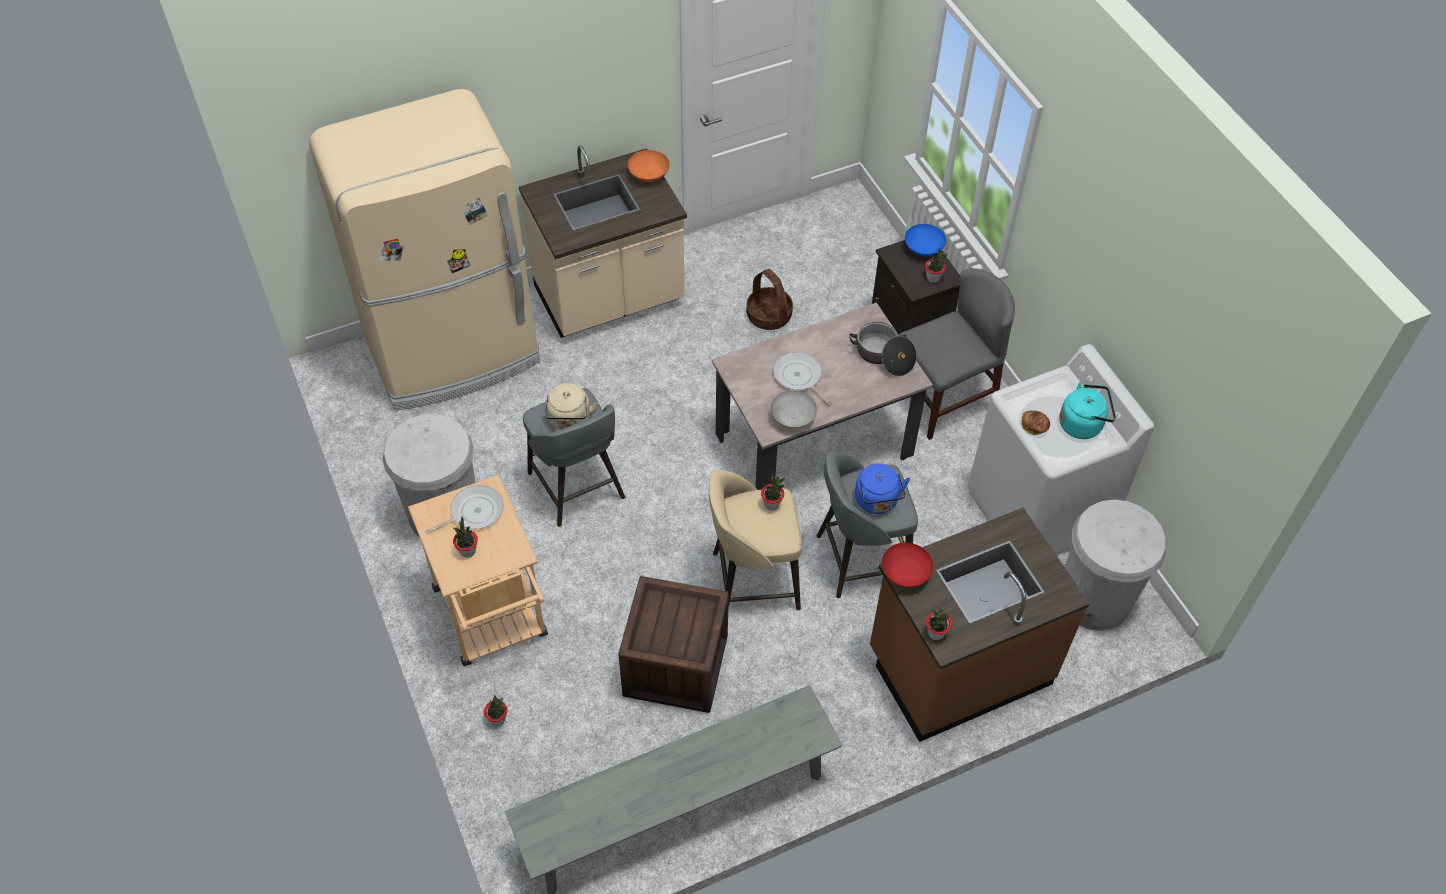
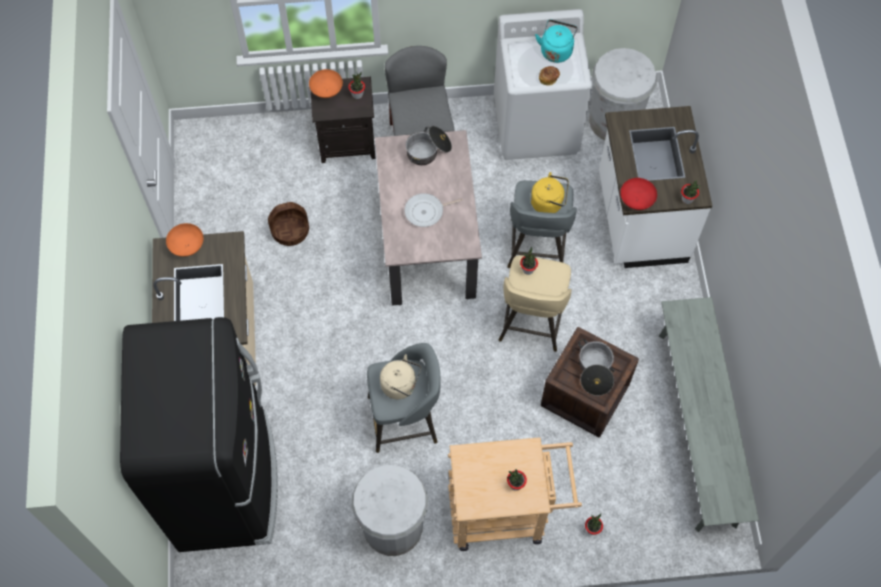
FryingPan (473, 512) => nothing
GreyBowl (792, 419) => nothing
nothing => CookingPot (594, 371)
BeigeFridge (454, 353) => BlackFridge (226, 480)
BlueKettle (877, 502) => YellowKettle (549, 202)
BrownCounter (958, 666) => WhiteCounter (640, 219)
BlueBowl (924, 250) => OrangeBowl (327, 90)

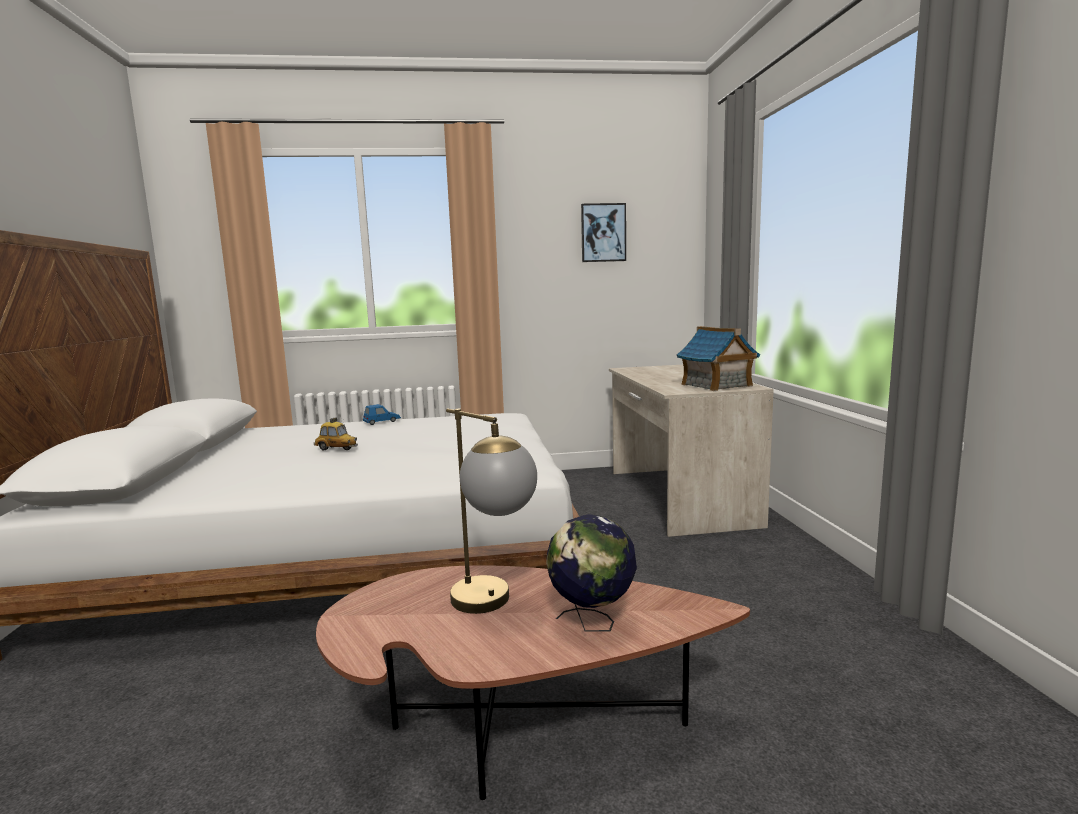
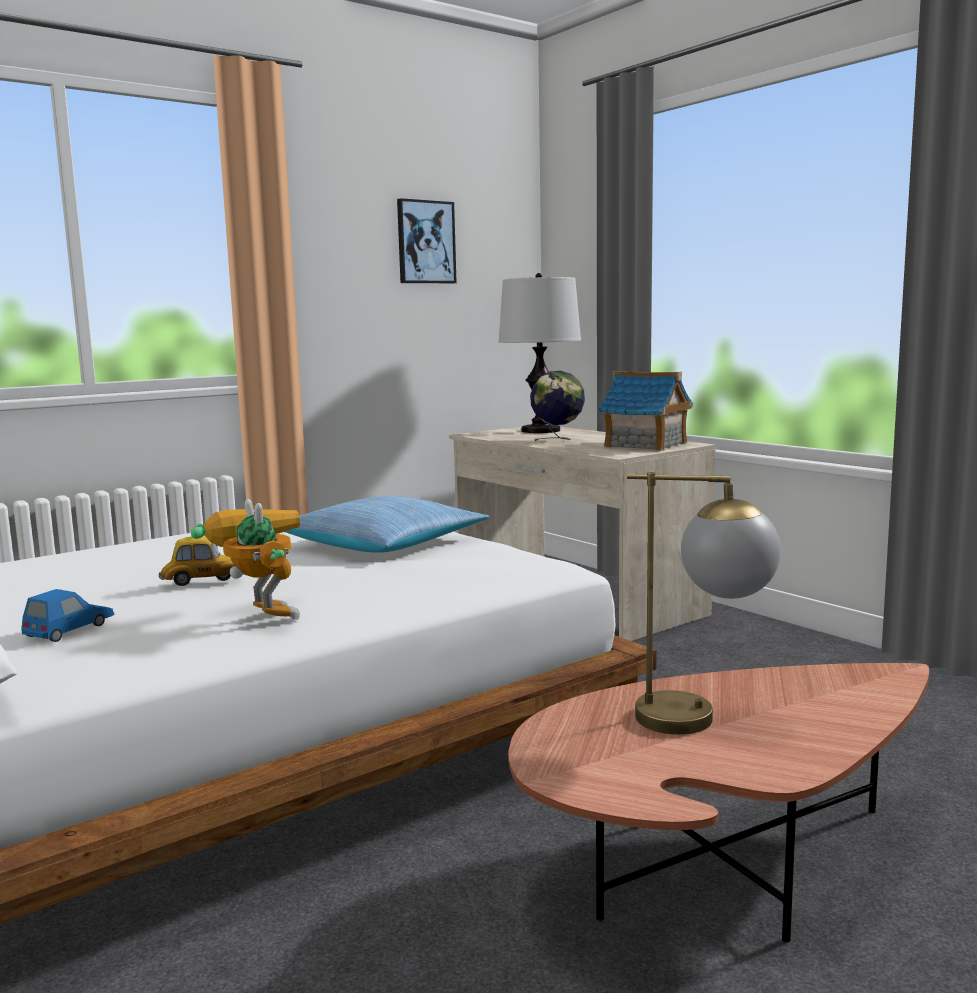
nothing => ToyRobot (259, 613)
nothing => Pillow (384, 543)
nothing => TableLamp (540, 430)
BlueToyCar (382, 421) => BlueToyCar (69, 630), relocated
Globe (592, 624) => Globe (558, 439), relocated

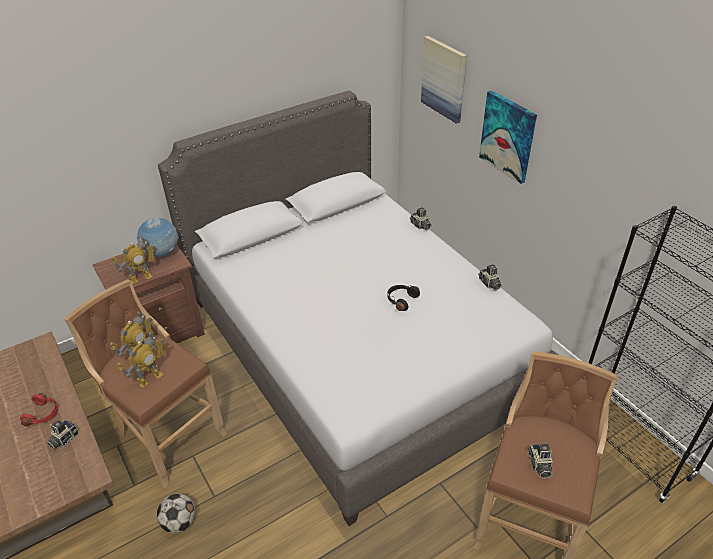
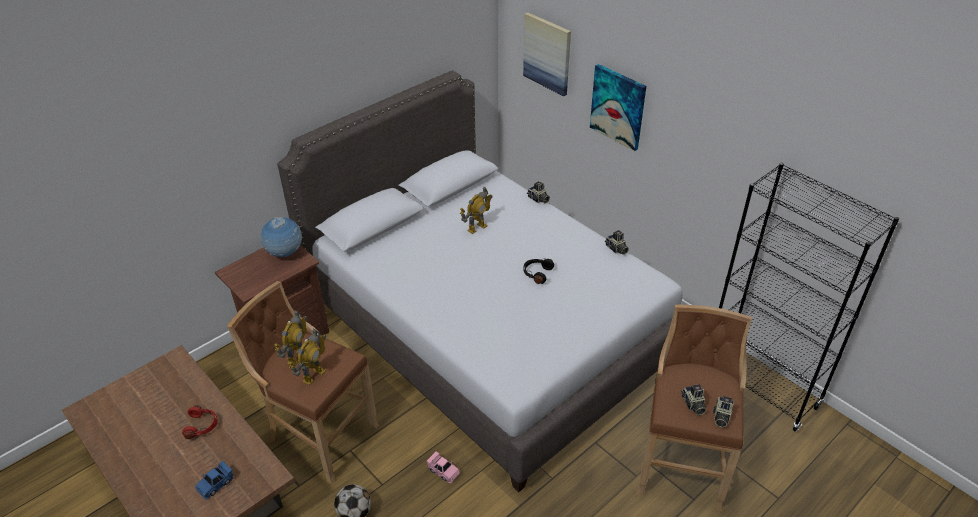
nothing => BlueToyCar (216, 484)
nothing => PinkToyCar (443, 471)
PhotoCamera (63, 439) => PhotoCamera (721, 416), relocated
ToyRobot (141, 278) => ToyRobot (477, 228), relocated

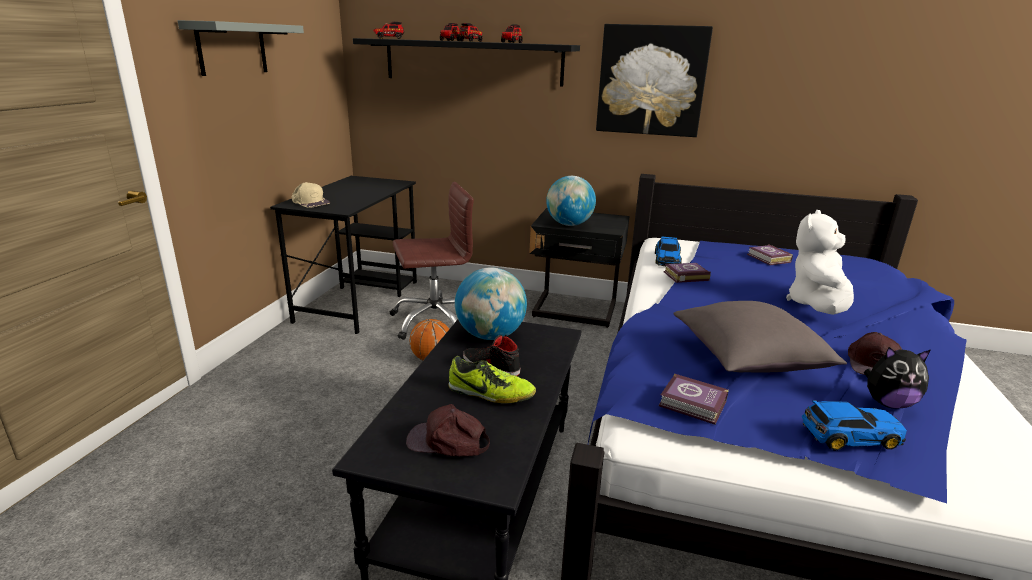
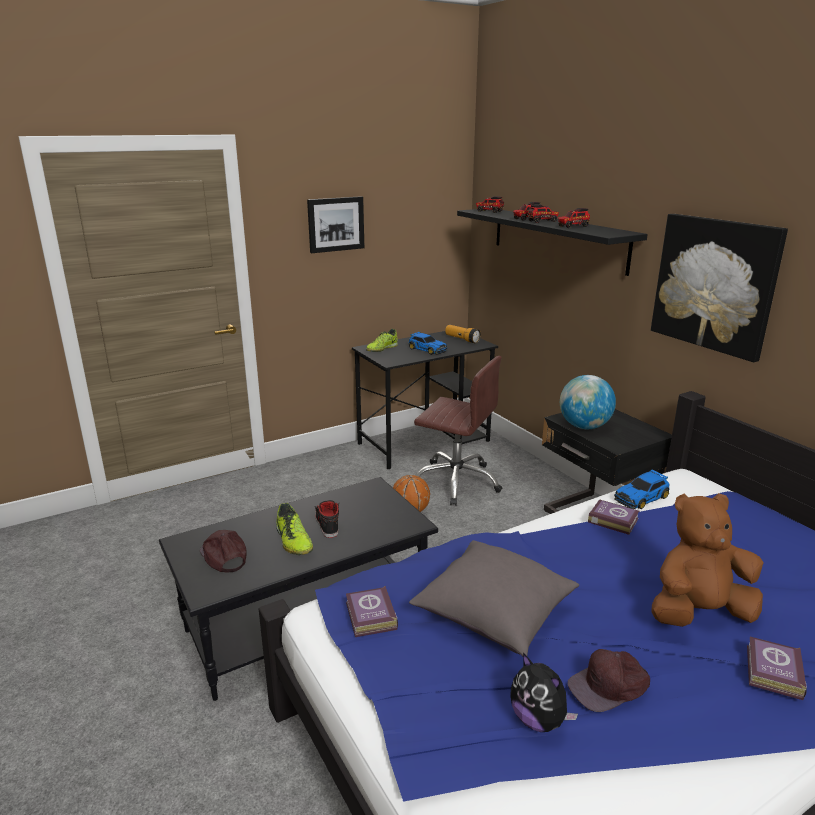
Globe (490, 336) => nothing
nothing => Flashlight (462, 339)
Book (768, 258) => Book (772, 672), relocated
ToyCar (848, 435) => ToyCar (427, 349), relocated
GreyShelf (232, 48) => Picture (335, 224)
BeigeCap (310, 202) => Shoe (381, 349)
WhitePlushToy (817, 306) => BrownPlushToy (698, 613)

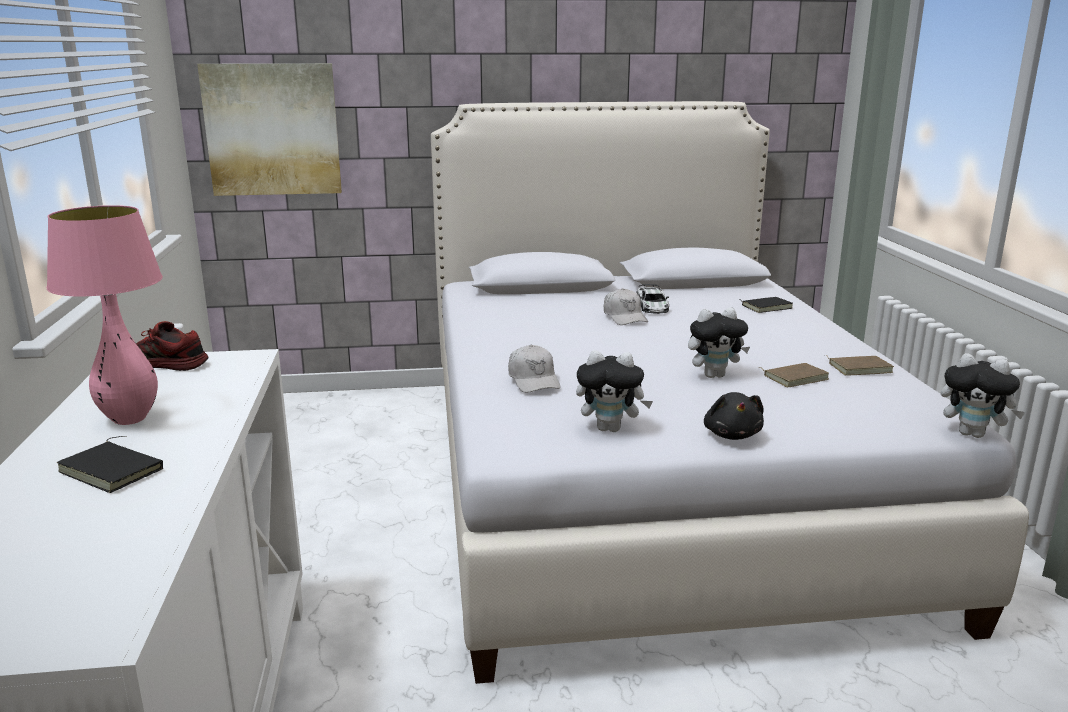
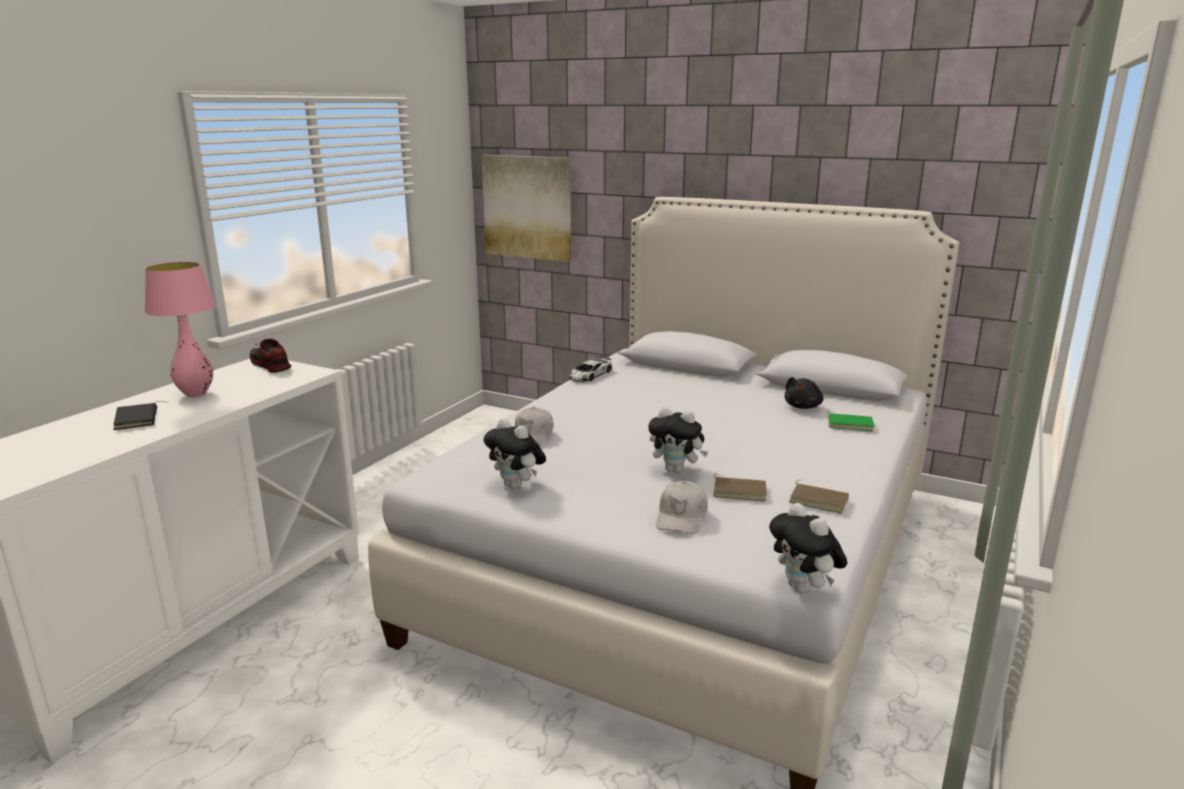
WhiteCap (624, 317) => WhiteCap (681, 517), relocated
ToyCar (652, 306) => ToyCar (590, 375), relocated
BlackPlushToy (732, 434) => BlackPlushToy (803, 406), relocated
BlackBook (766, 307) => GreenBook (850, 424)

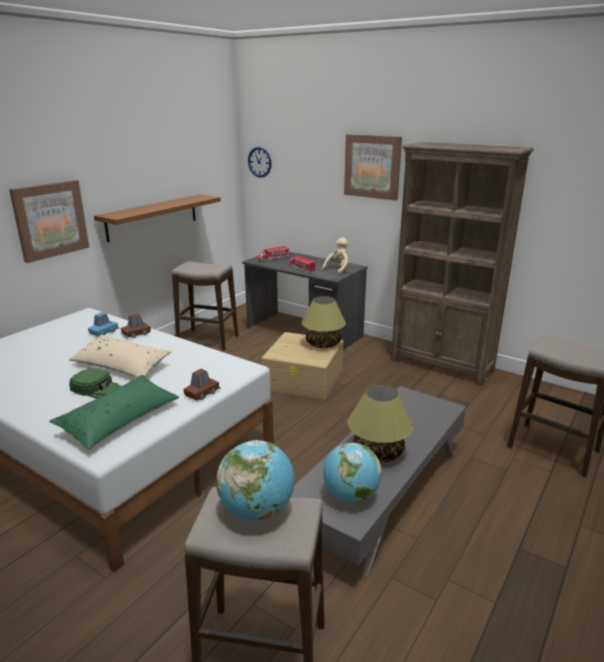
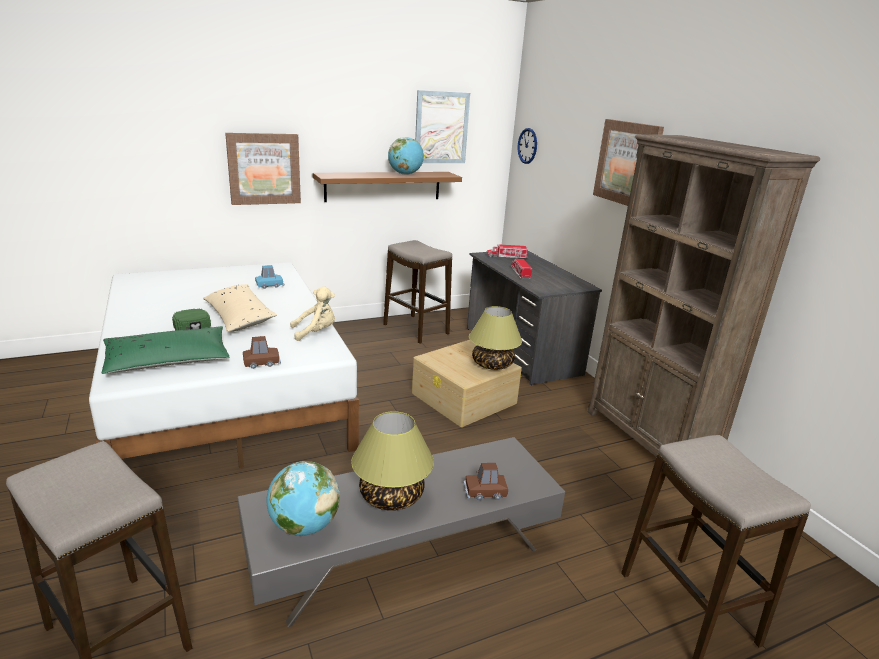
nothing => Picture (441, 128)
BrownToyCar (136, 334) => BrownToyCar (485, 492), relocated
Globe (257, 510) => Globe (405, 174), relocated
BeigePlushToy (337, 270) => BeigePlushToy (316, 332), relocated

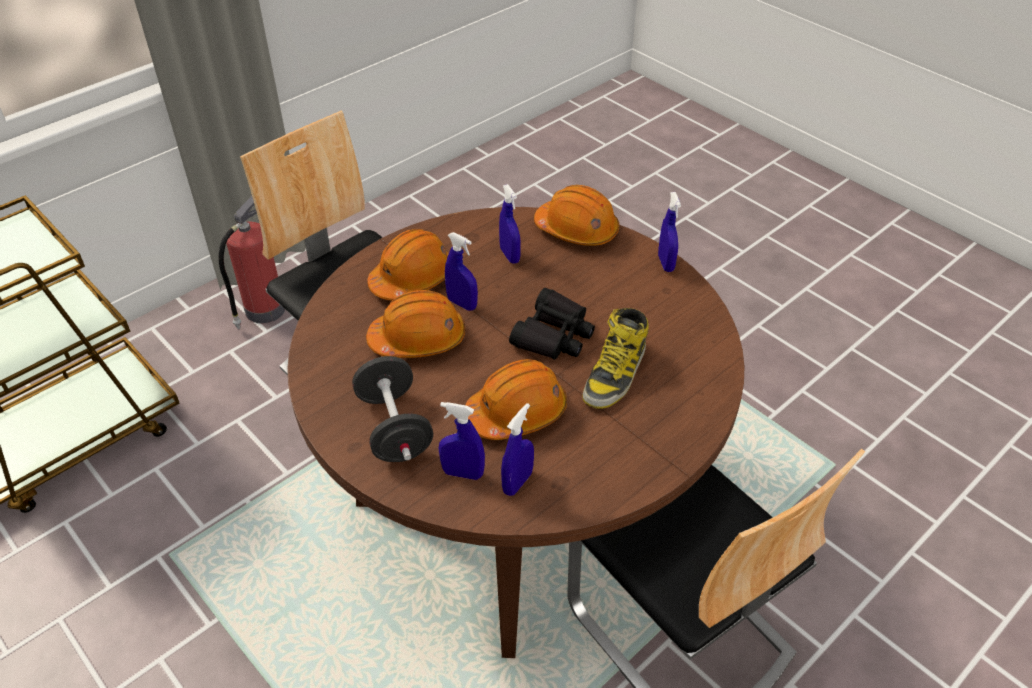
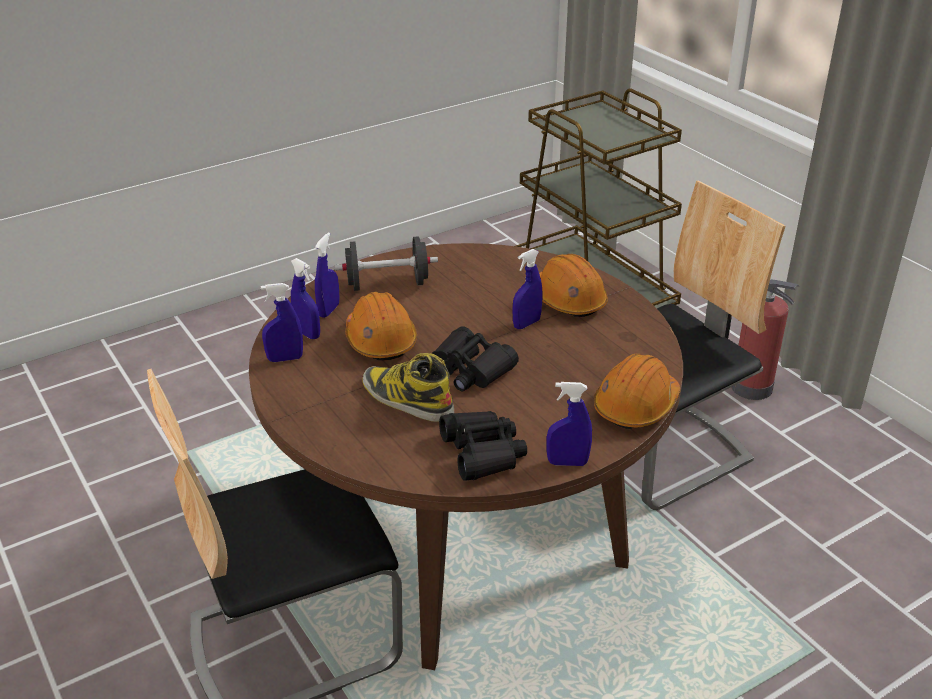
OrangeHardHat (418, 339) => nothing
nothing => BlackBinoculars (483, 453)
BlueSprayBottle (509, 255) => BlueSprayBottle (285, 359), relocated

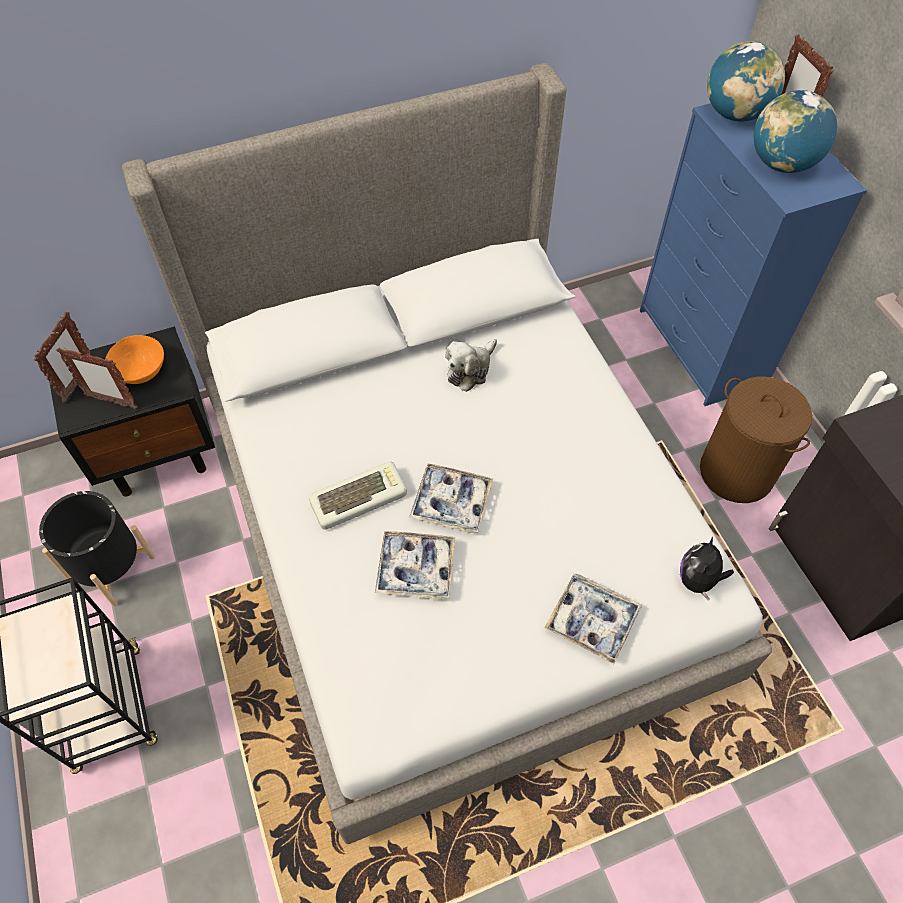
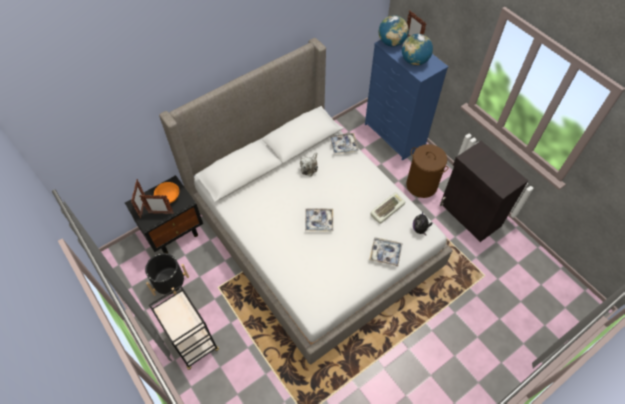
Keyboard (359, 497) => Keyboard (387, 209), relocated
Tray (415, 569) => Tray (343, 145), relocated

